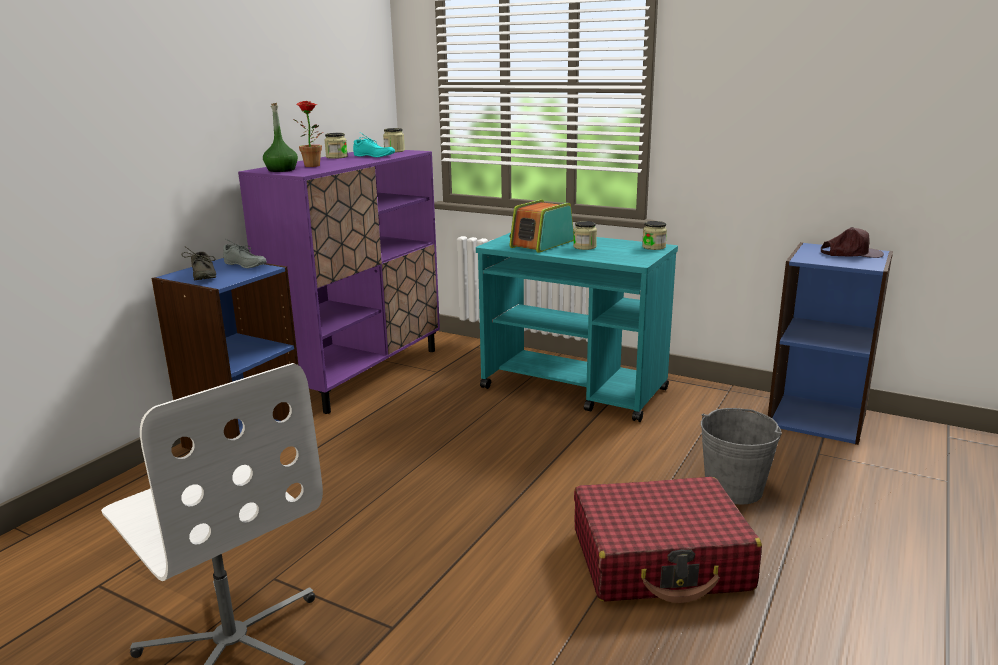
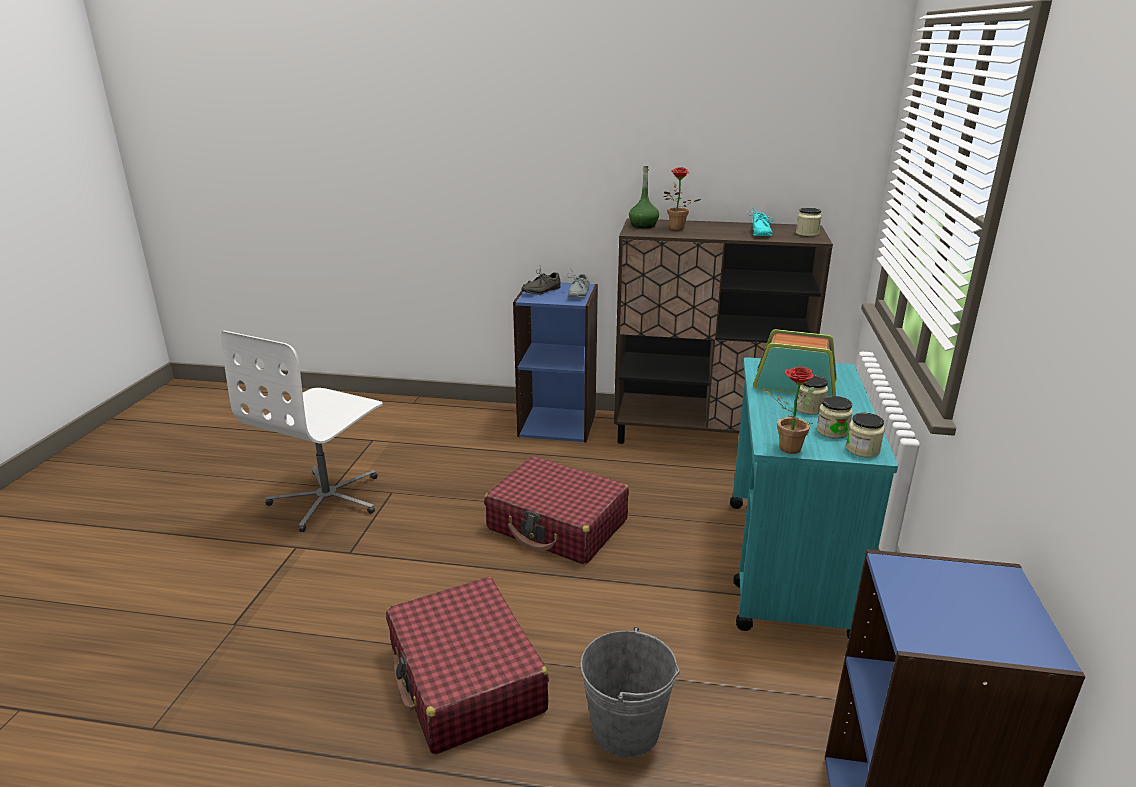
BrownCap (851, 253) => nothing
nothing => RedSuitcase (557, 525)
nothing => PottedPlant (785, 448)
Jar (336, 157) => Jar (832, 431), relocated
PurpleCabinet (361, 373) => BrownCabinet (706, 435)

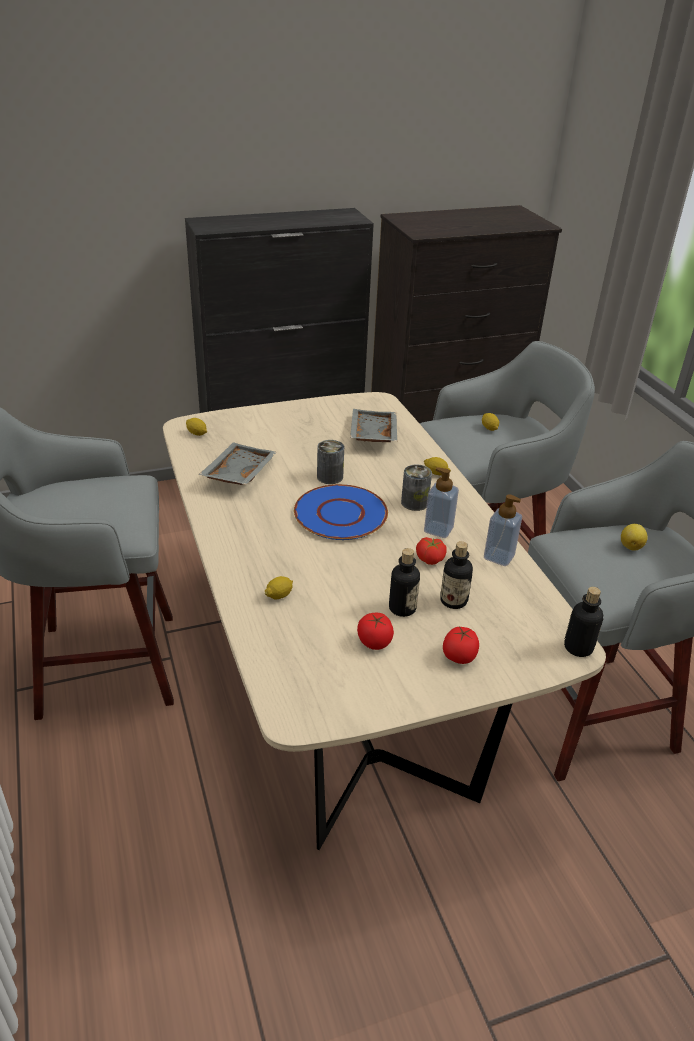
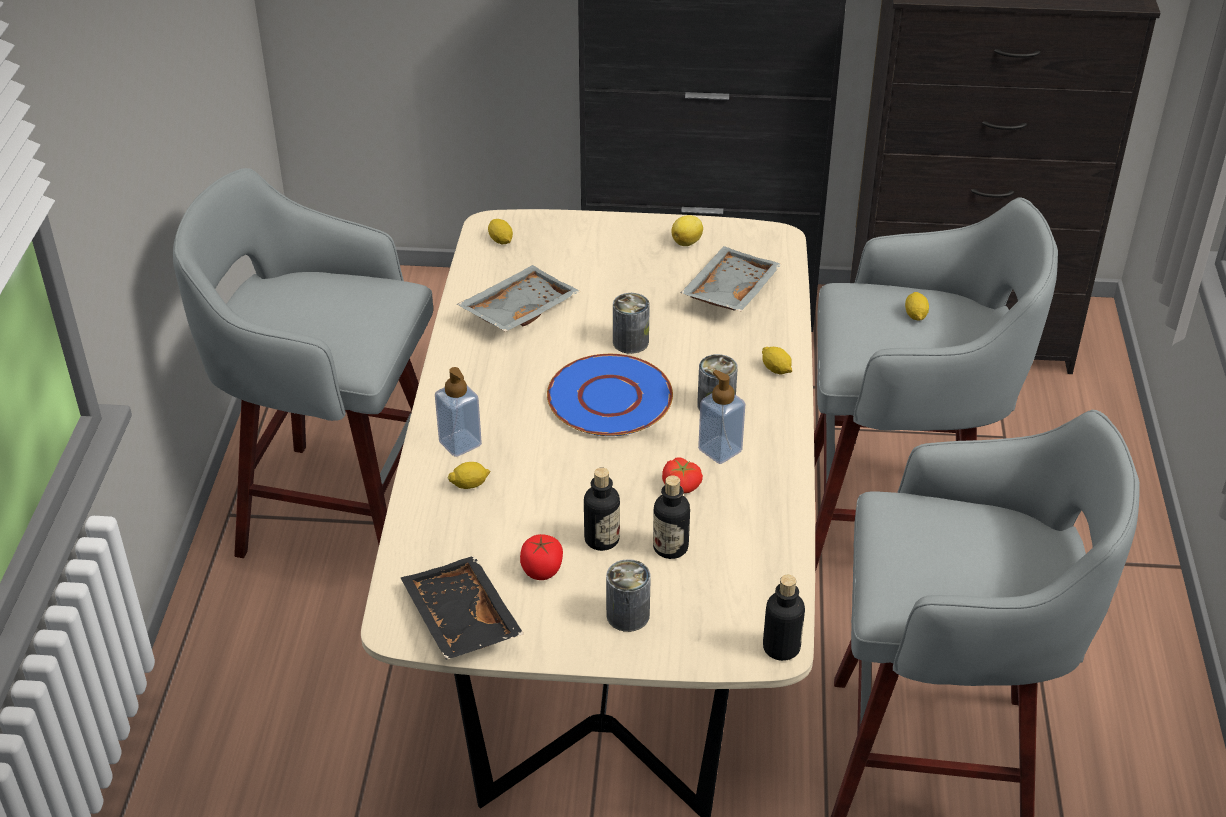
nothing => BlackTray (459, 620)
SoapDispenser (499, 557) => SoapDispenser (460, 443), relocated
Lemon (631, 546) => Lemon (687, 242), relocated
Tomato (459, 656) => Can (628, 615)

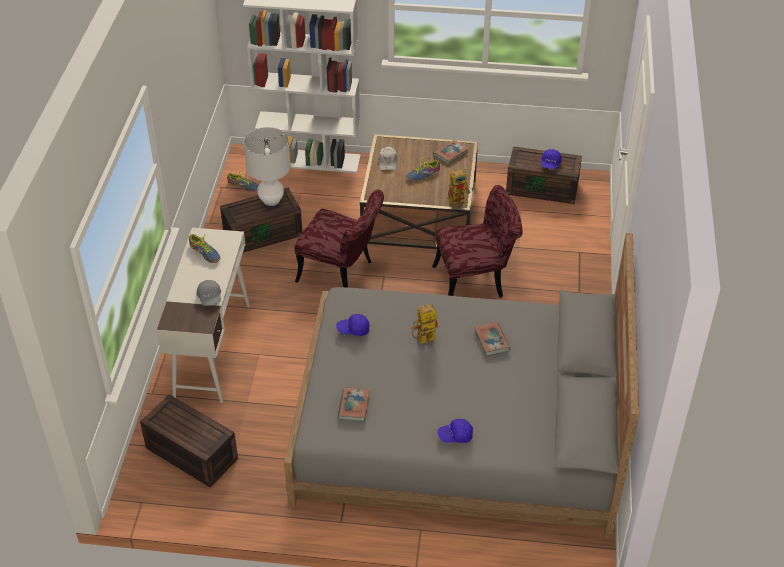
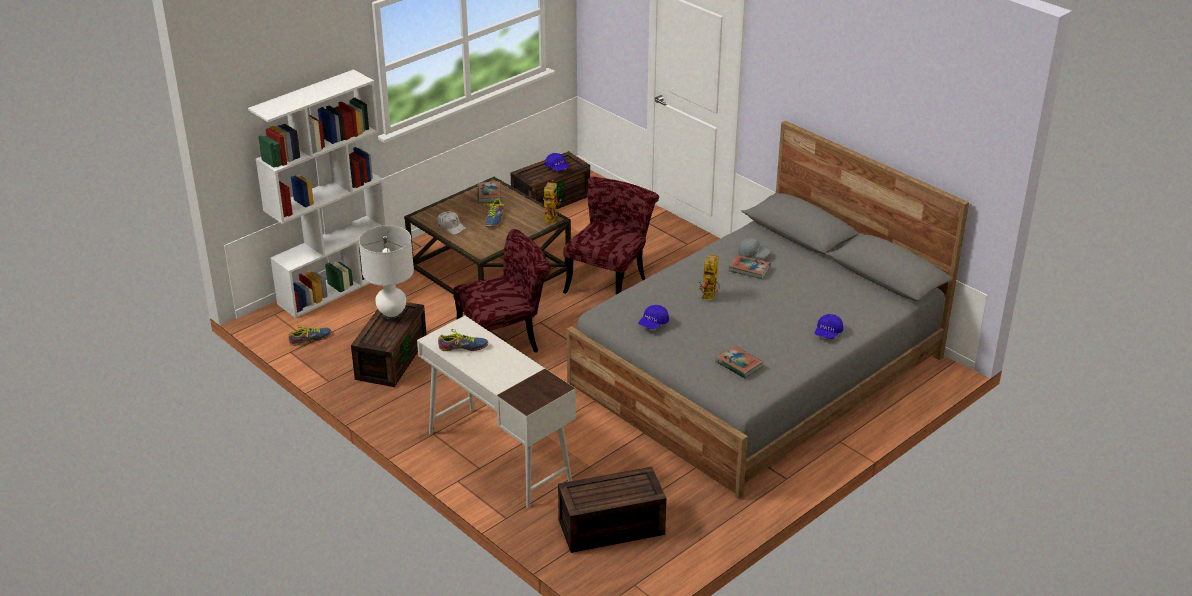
GreyCap (210, 298) => GreyCap (753, 254), relocated

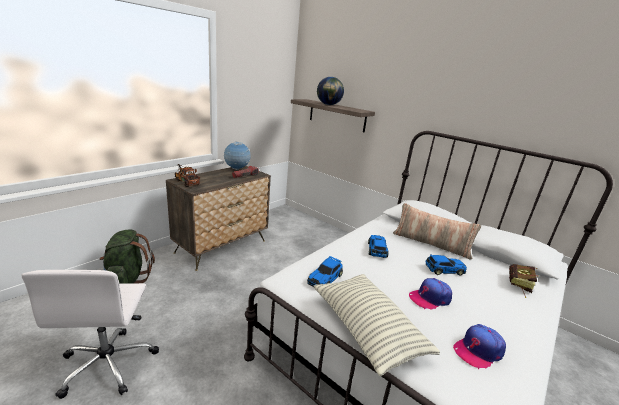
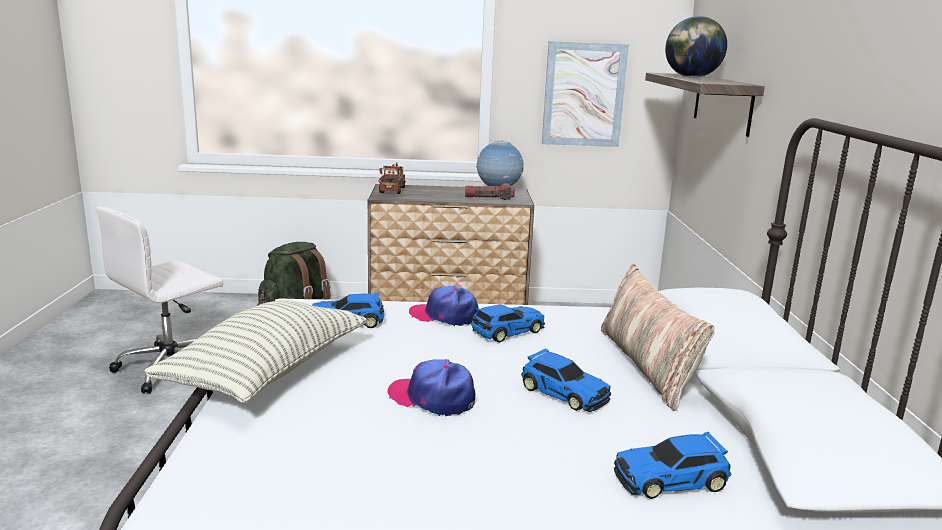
nothing => Picture (584, 95)
Cap (478, 350) => Cap (444, 315), relocated
Book (518, 286) => ToyCar (672, 479)

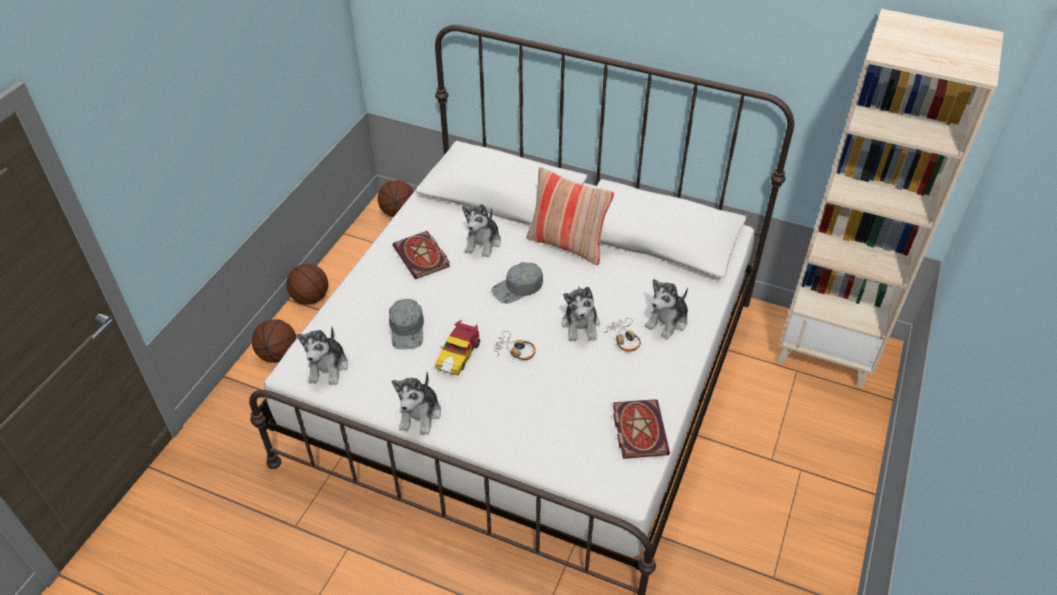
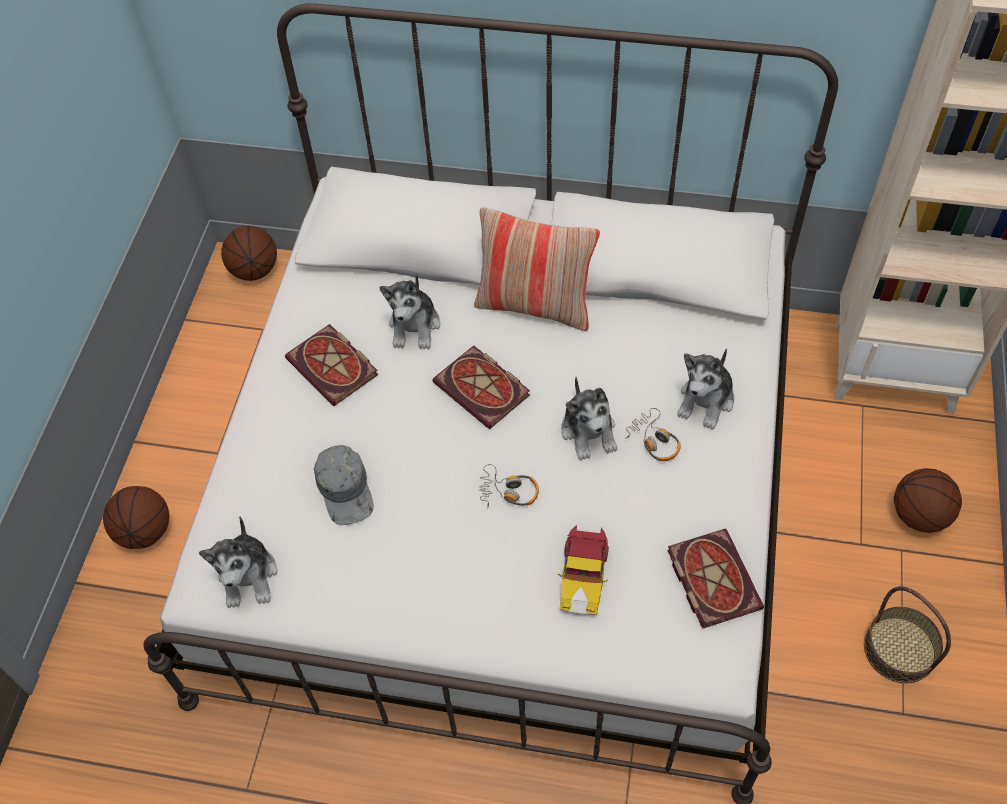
PlushToy (420, 414) => nothing
nothing => Basket (900, 649)
Basketball (311, 298) => Basketball (920, 515), relocated
ToyCar (458, 354) => ToyCar (583, 577), relocated
GreyCap (518, 287) => Book (484, 389)

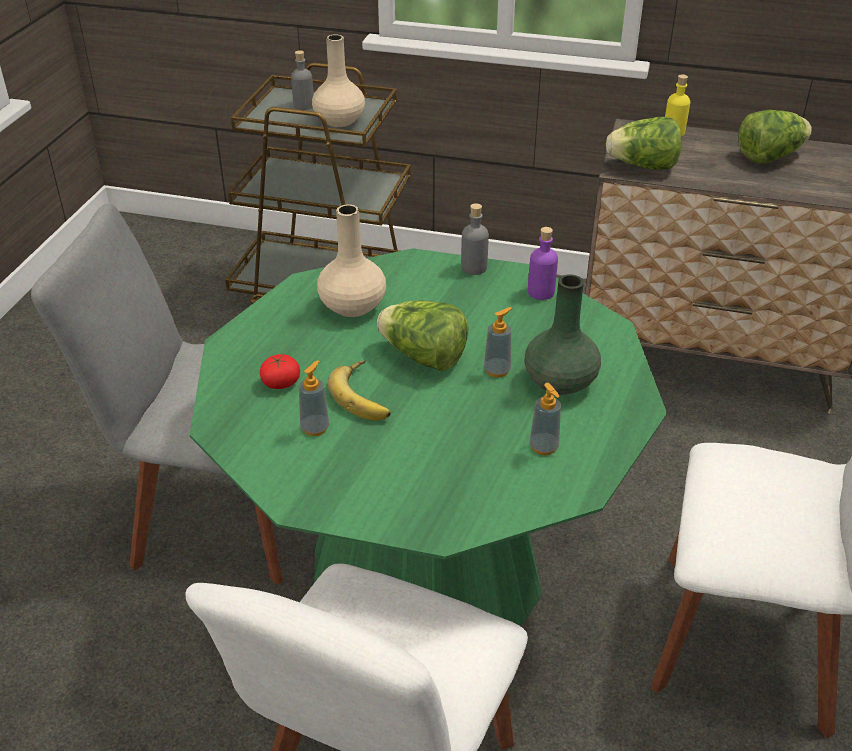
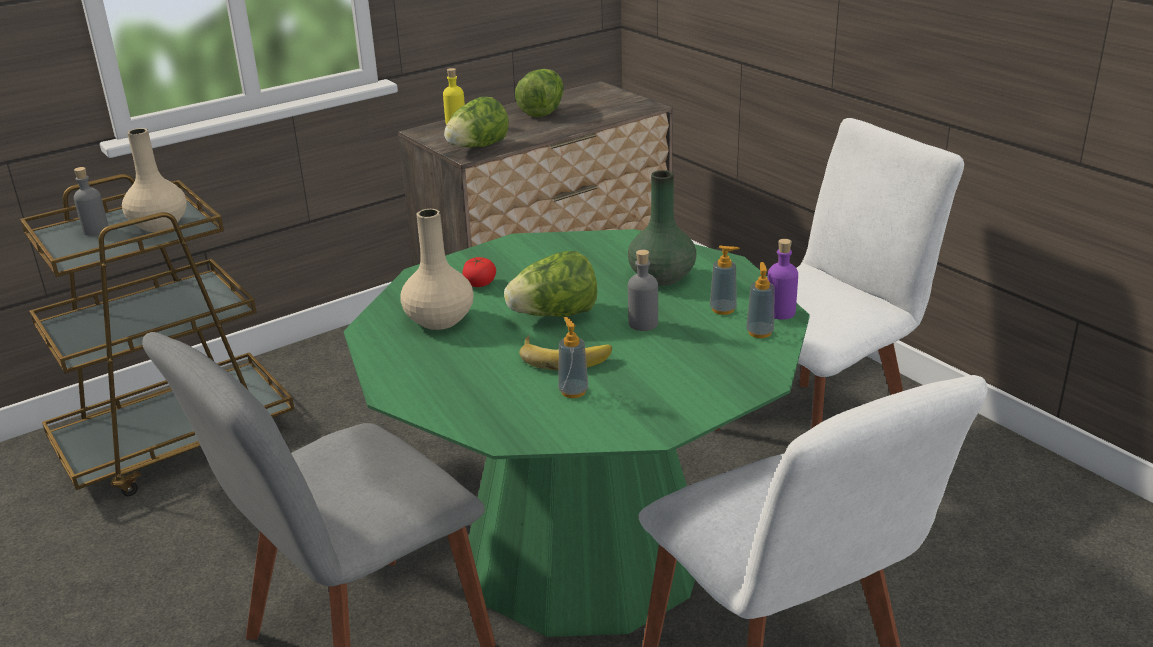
Tomato (281, 383) => Tomato (479, 283), relocated
GreyBottle (474, 267) => GreyBottle (643, 324), relocated
SoapDispenser (497, 370) => SoapDispenser (759, 332), relocated
PurpleBottle (541, 292) => PurpleBottle (780, 312), relocated

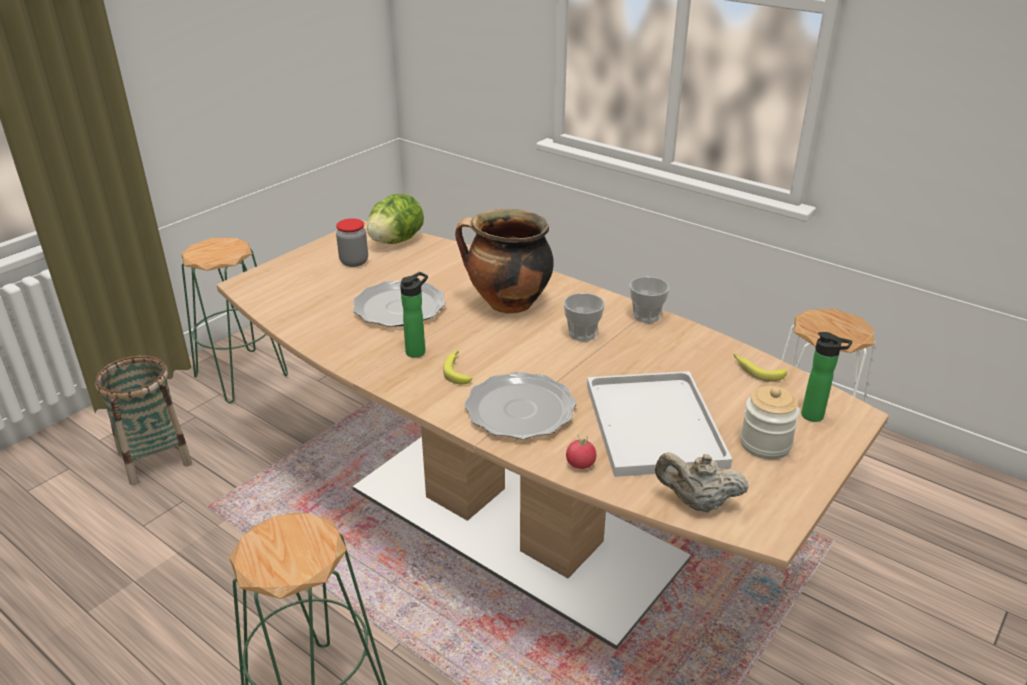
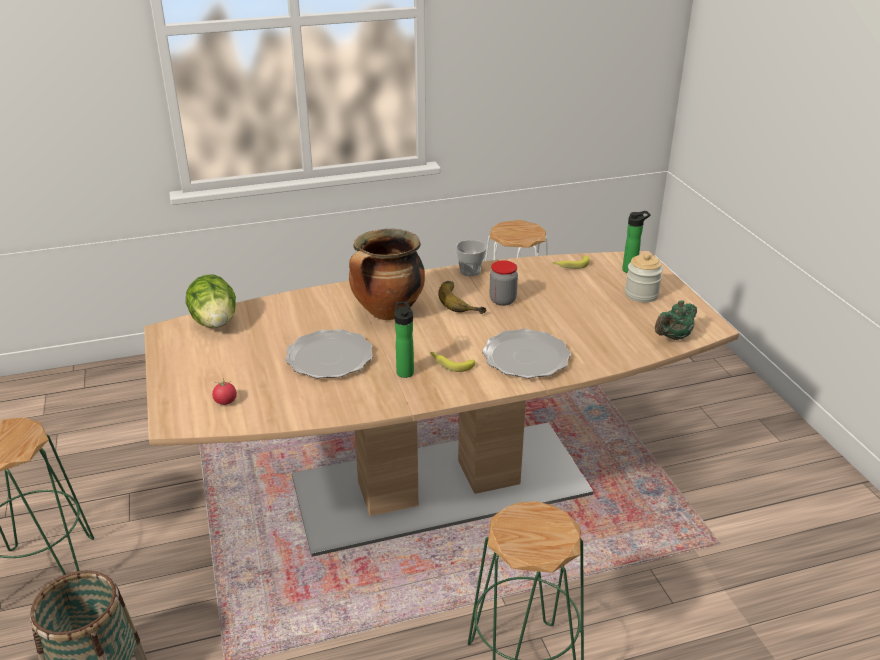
WhiteTray (651, 422) => nothing
Jar (354, 262) => Jar (502, 300), relocated
Tomato (580, 464) => Tomato (225, 401), relocated
Cup (582, 334) => Banana (463, 301)
BeigeTeapot (697, 503) => GreenTeapot (673, 337)

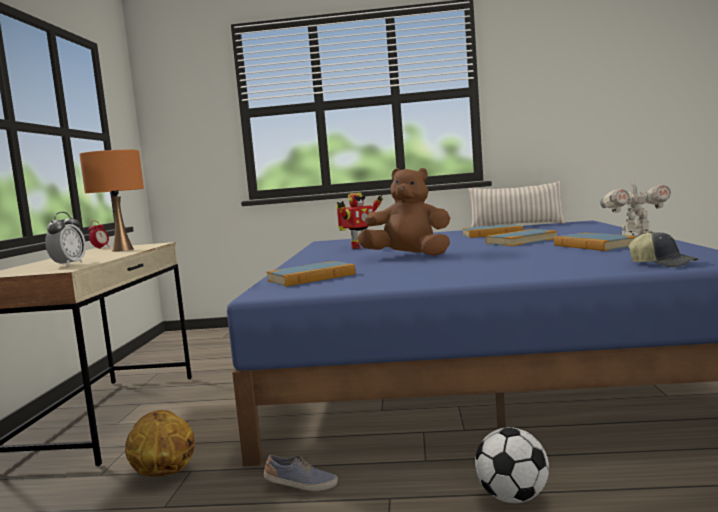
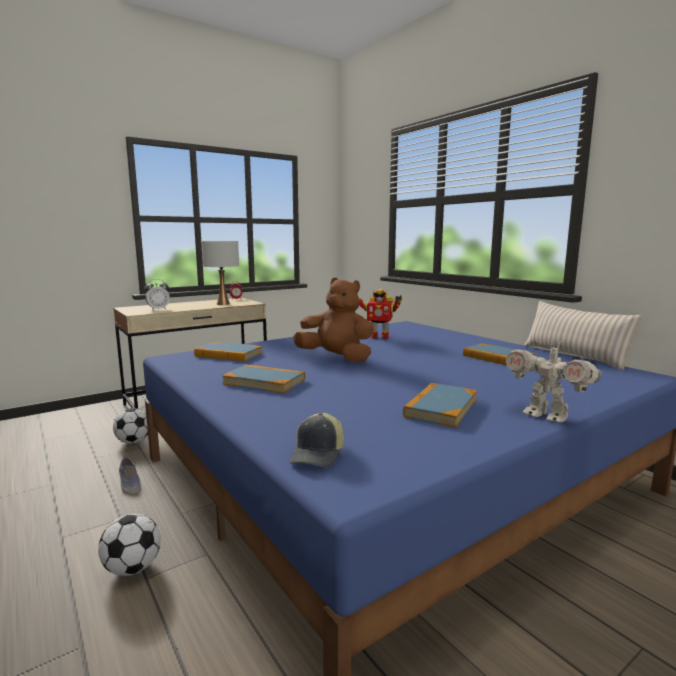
Book (521, 241) => Book (264, 382), relocated
Basketball (163, 473) => Football (133, 441)
OrangeTableLamp (123, 250) => WhiteTableLamp (223, 304)
BrownPlushToy (409, 256) => BrownPlushToy (336, 358), 45 degrees counterclockwise

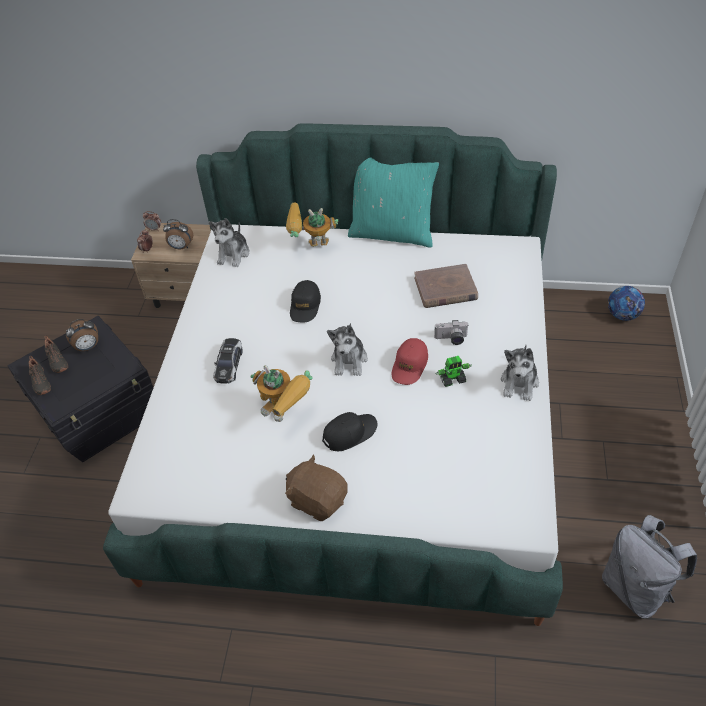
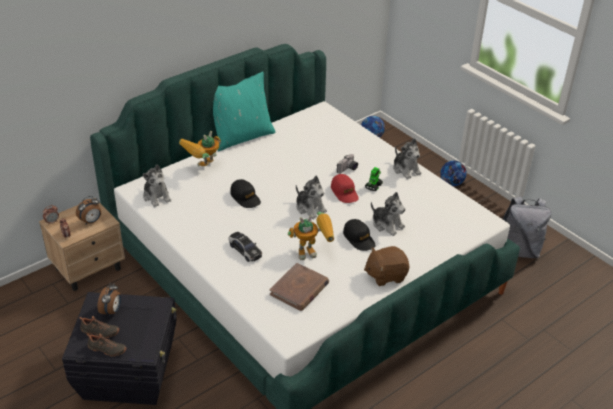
nothing => PlushToy (387, 225)
nothing => Football (451, 183)
BrownBook (445, 289) => BrownBook (299, 289), relocated
BlackCap (350, 433) => BlackCap (359, 239), 135 degrees clockwise

